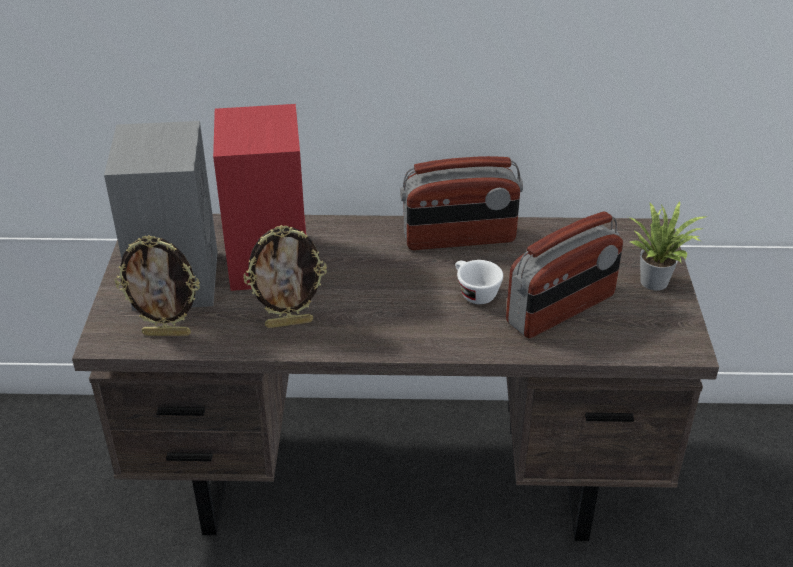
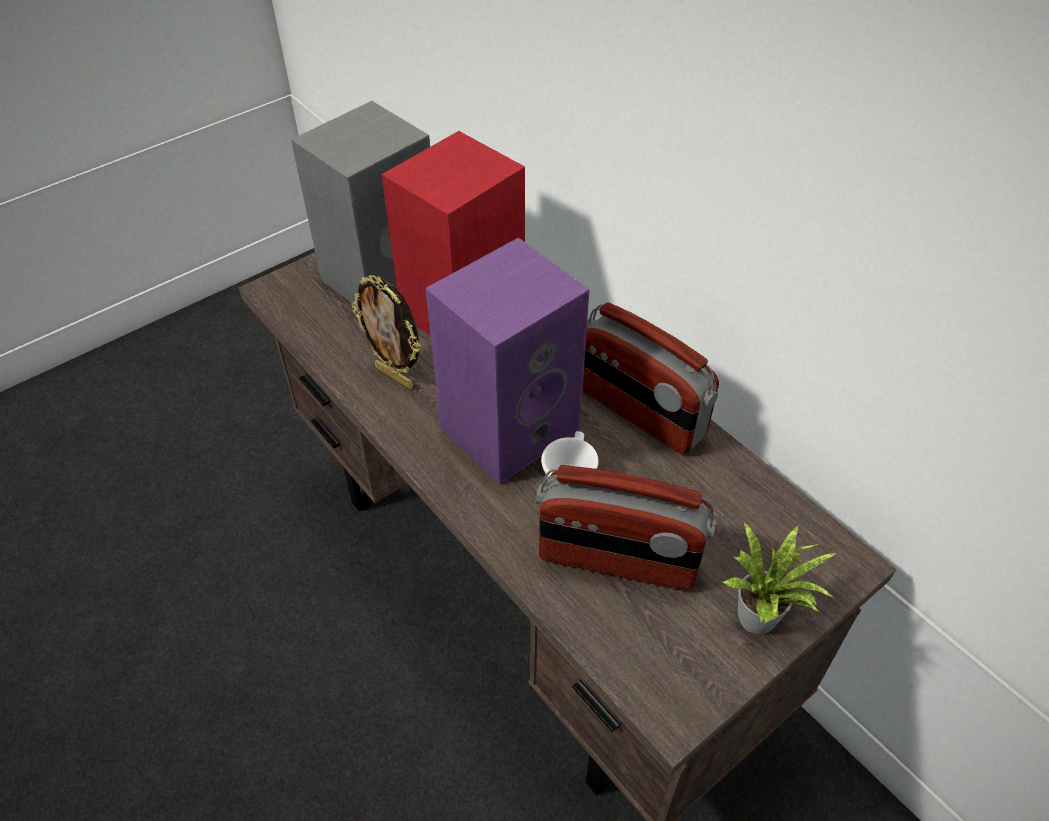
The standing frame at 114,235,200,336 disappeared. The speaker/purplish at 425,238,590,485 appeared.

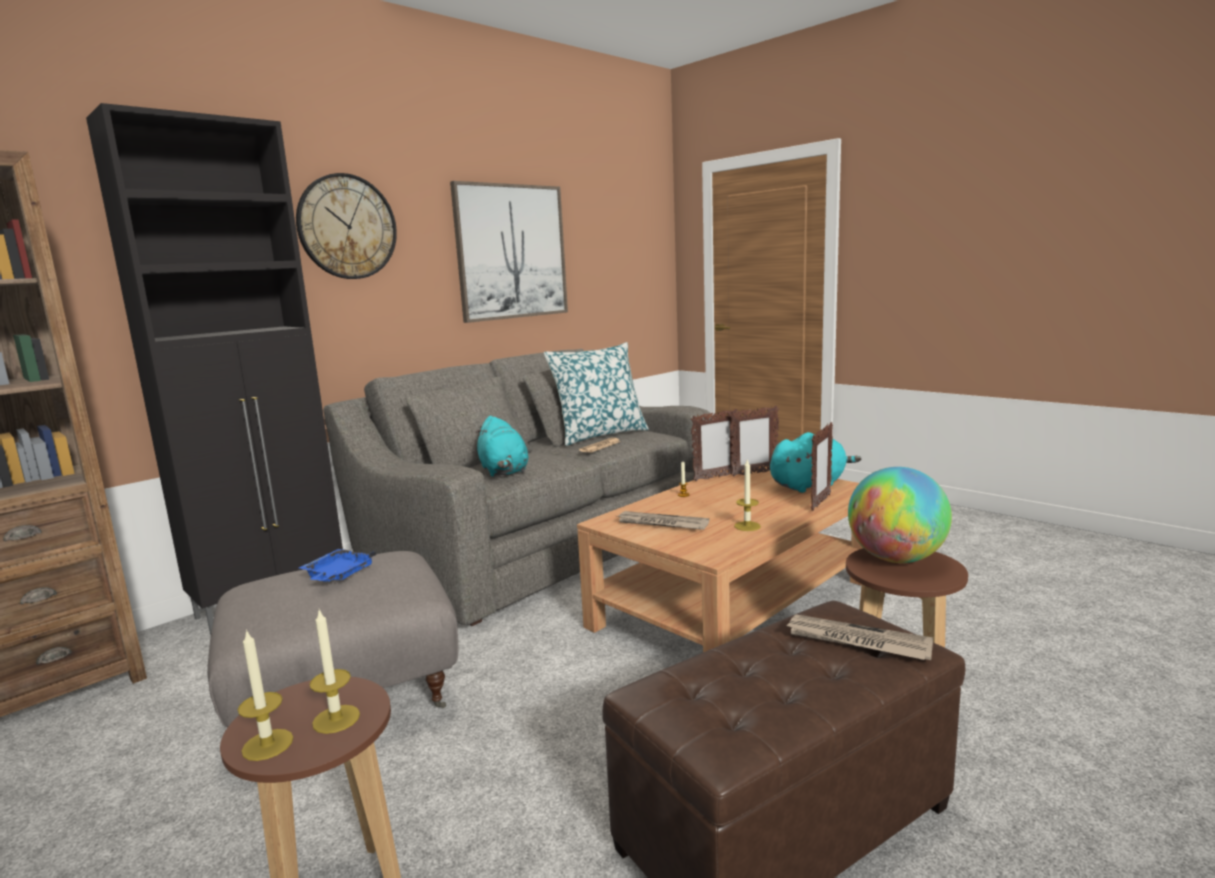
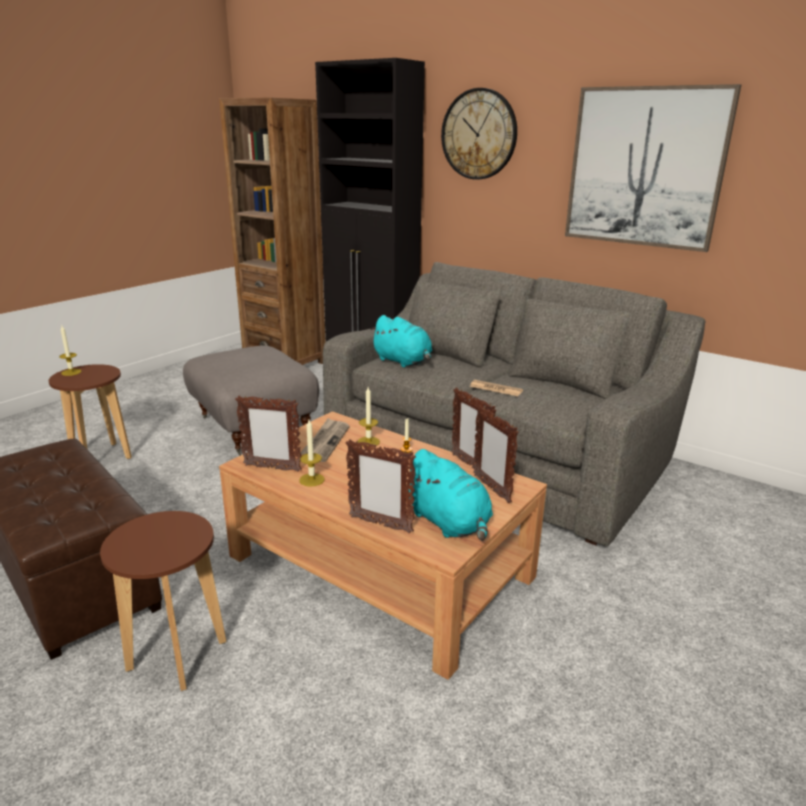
The pillow at 544,342,649,446 disappeared. The cuddly toy/turquoise-coloured at 475,416,528,477 turned 105 degrees counterclockwise. The world globe at 848,467,952,563 disappeared. The tray/blue at 299,549,376,582 disappeared. The wax candle moved from 310,610,360,734 to 358,387,380,446. The printed paper at 785,615,933,660 disappeared. The standing frame at 235,396,302,472 appeared.

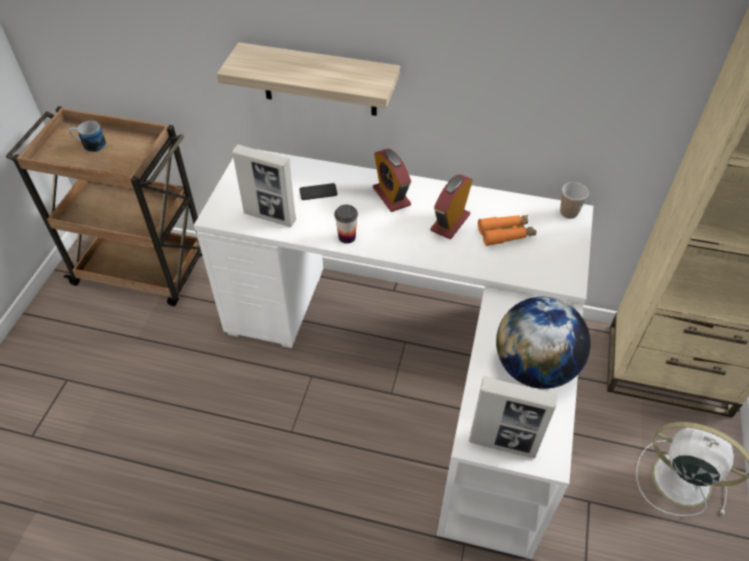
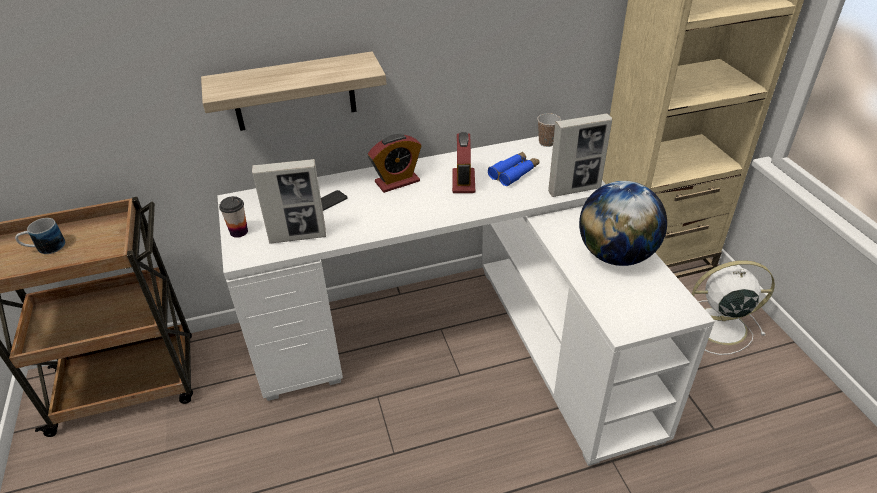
The table clock at 373,149,411,212 turned 60 degrees counterclockwise. The drinking cup moved from 334,205,358,244 to 219,196,248,238. The binoculars/orange at 478,215,536,246 became the binoculars/blue at 488,152,540,186. The standing frame moved from 469,376,558,458 to 548,113,612,197.

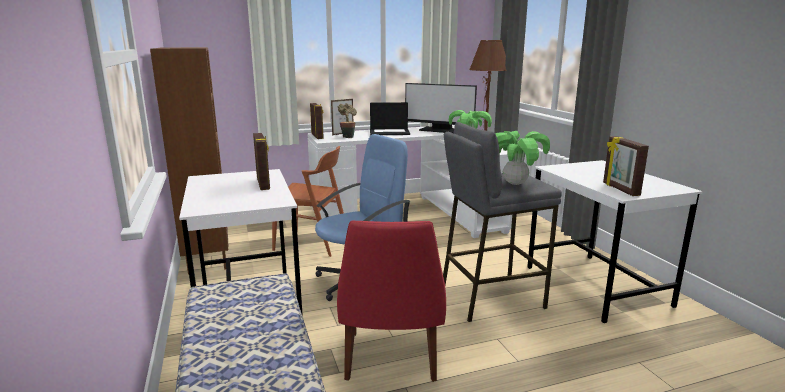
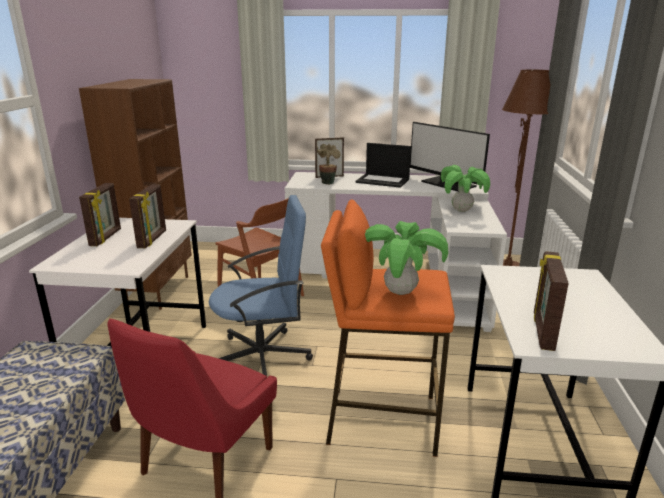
The standing frame moved from 310,103,324,139 to 79,183,121,246. The stool/greyish at 443,122,562,322 became the stool/orange at 321,199,455,457.

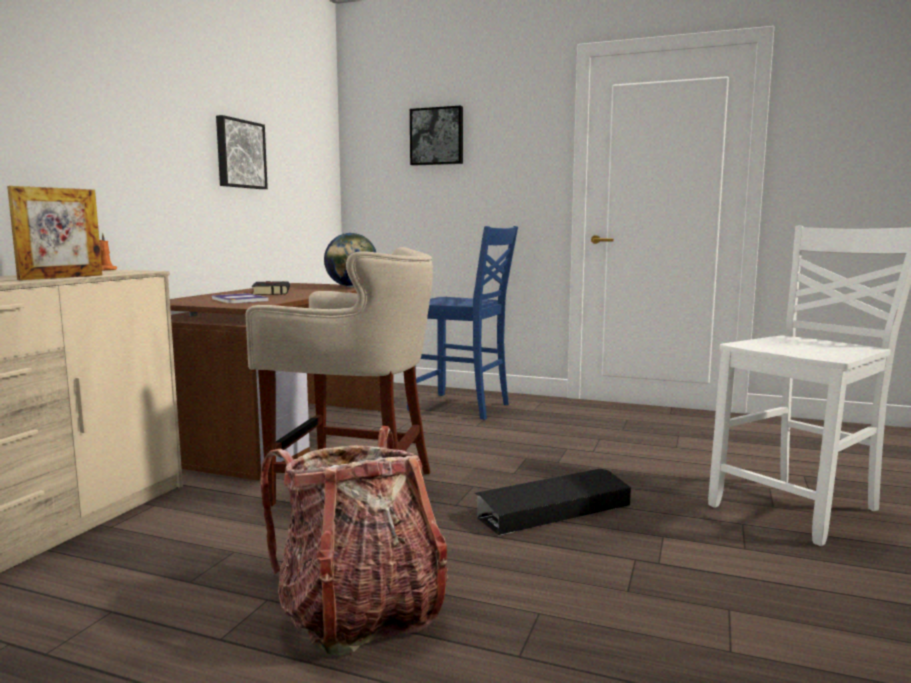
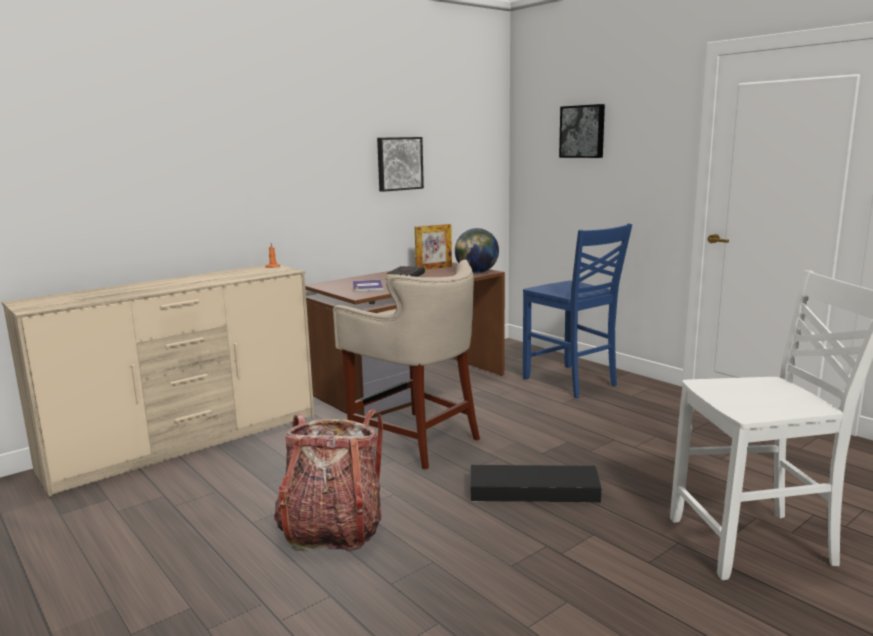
The standing frame moved from 7,186,102,280 to 415,224,452,270.

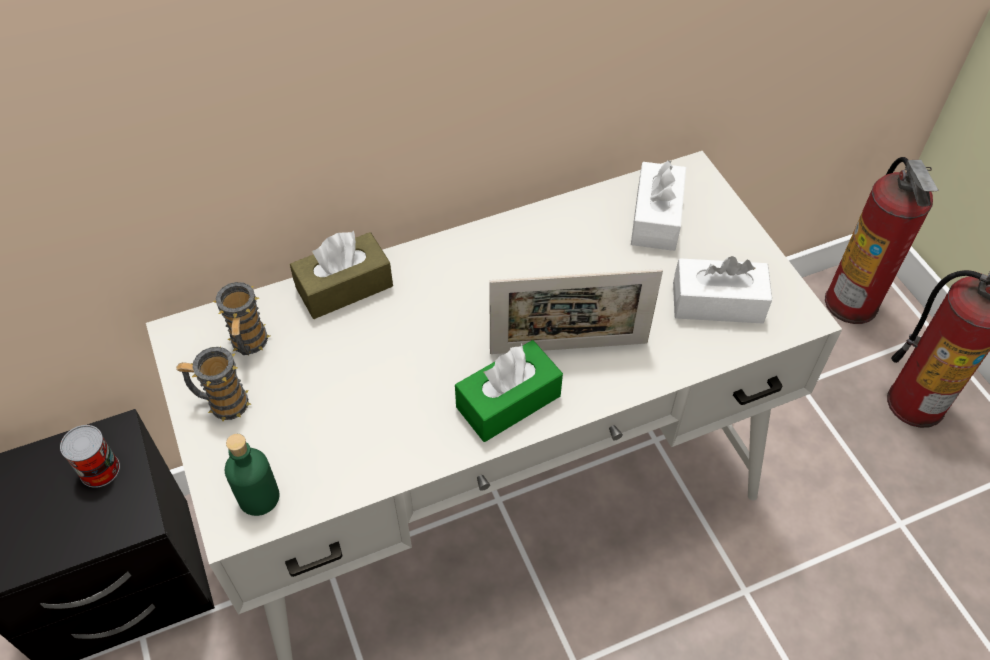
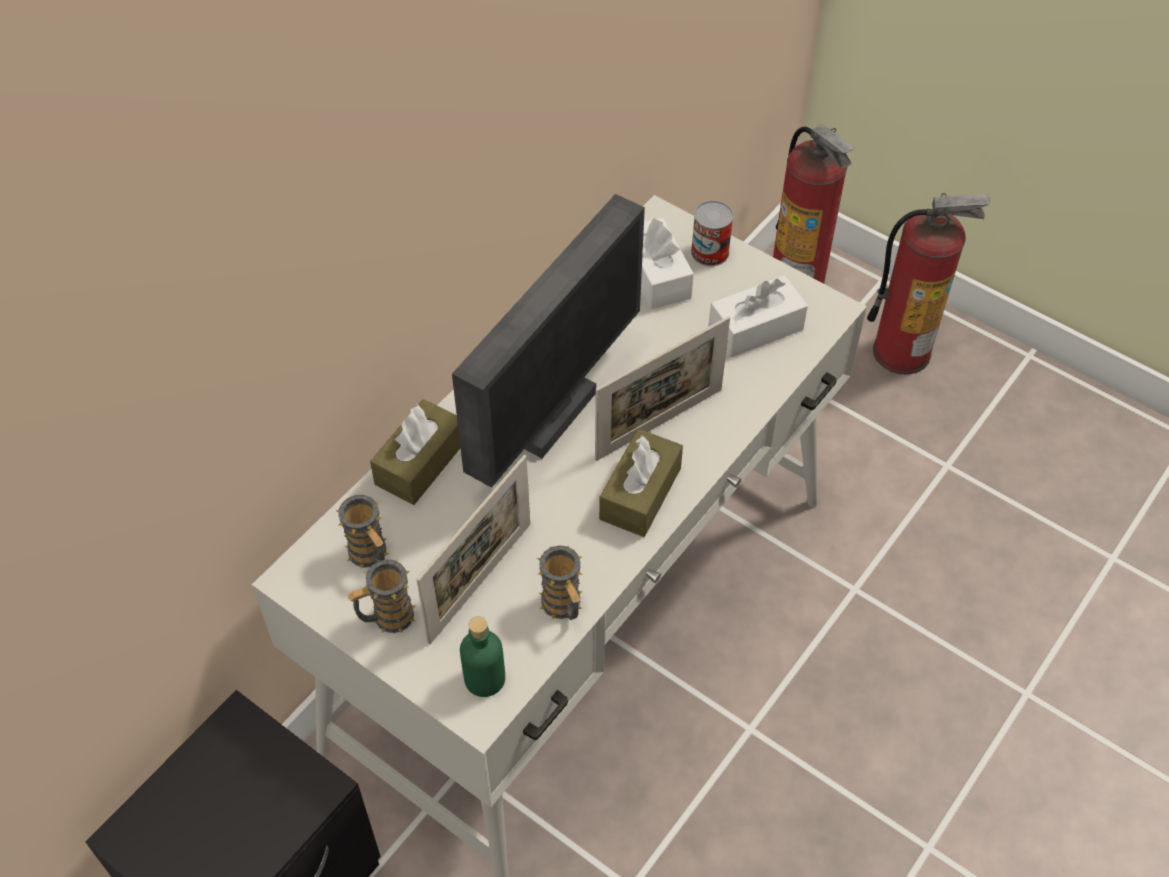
The tissue box/green at 455,340,563,442 became the tissue box/brownish at 599,429,683,537. The can moved from 60,425,120,488 to 691,200,734,266. The monitor at 452,194,645,488 appeared. The standing frame at 416,455,530,644 appeared. The tea mug at 537,545,582,620 appeared.

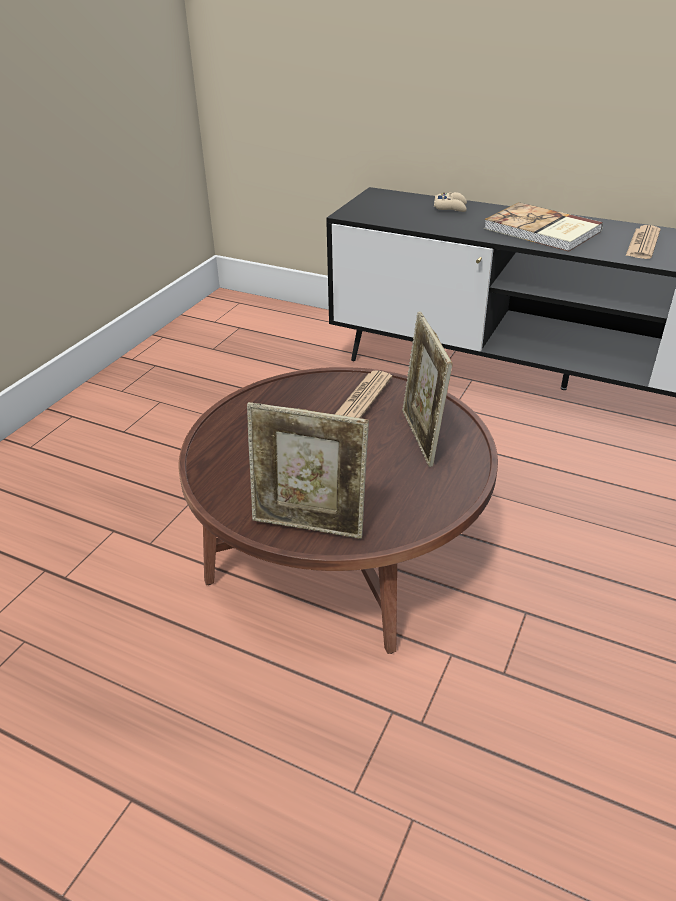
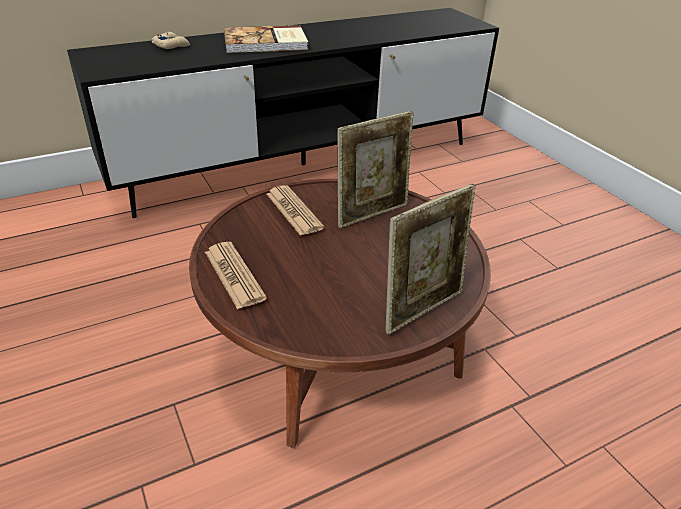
The printed paper moved from 626,225,661,259 to 205,242,267,309. The standing frame at 402,312,453,467 turned 60 degrees counterclockwise.

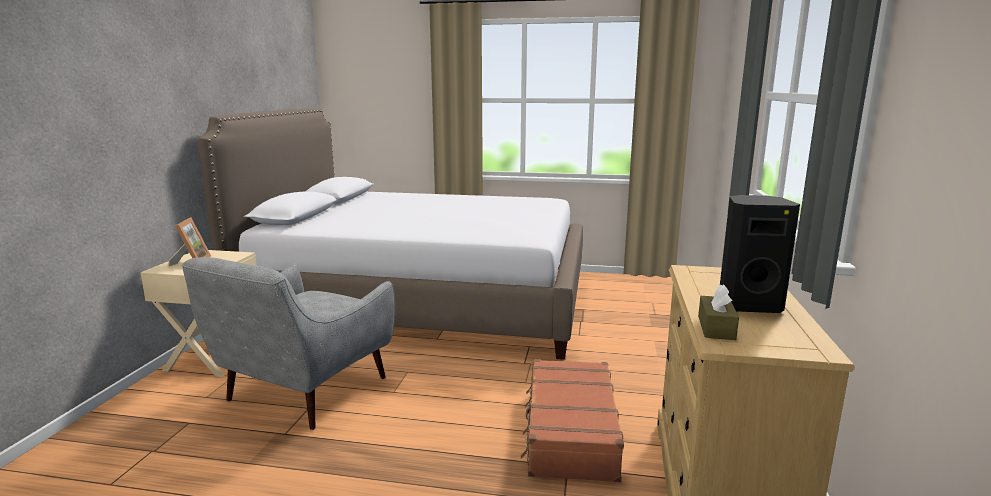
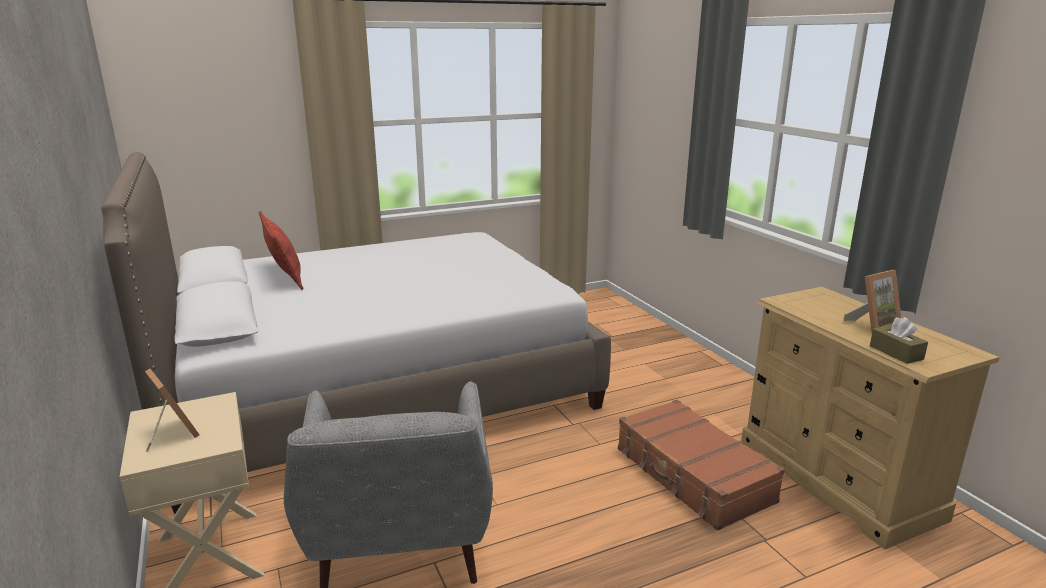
The speaker/blackish at 720,195,800,313 was replaced by the standing frame at 843,270,901,332. The pillow at 259,211,304,290 appeared.

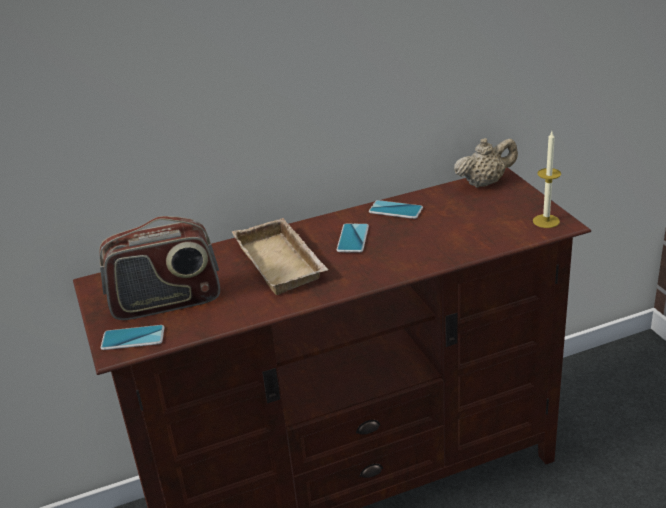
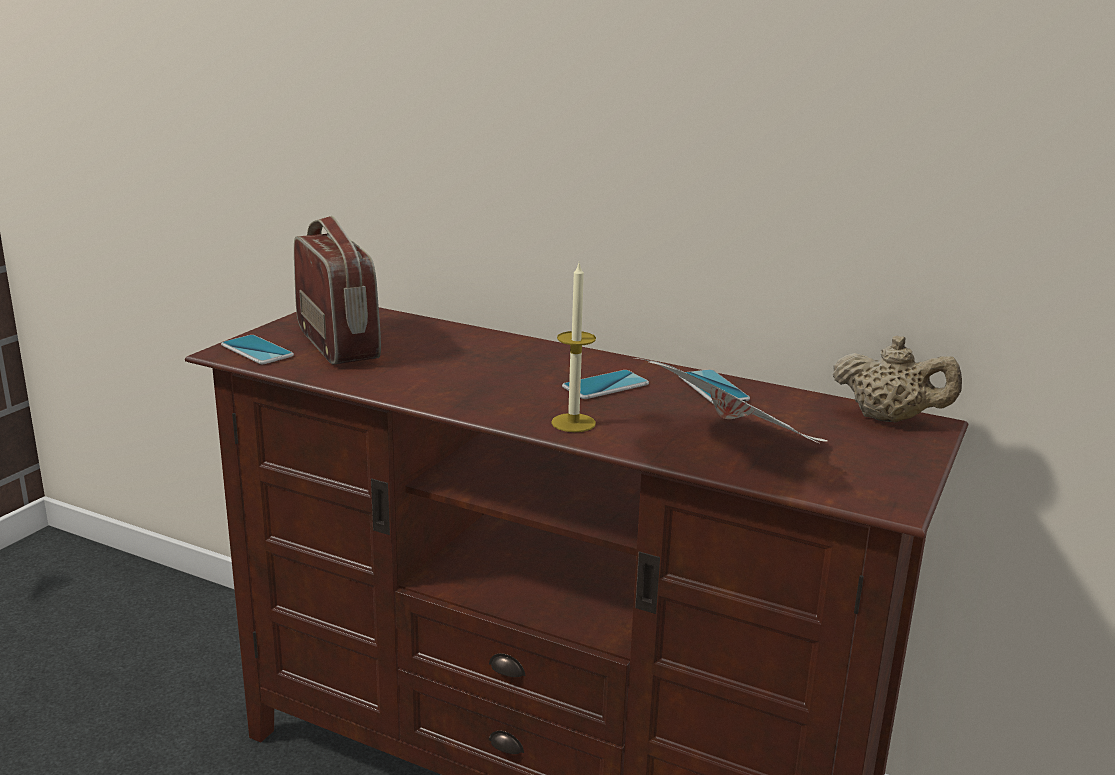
The wax candle moved from 533,132,561,228 to 551,263,596,432. The radio receiver at 99,216,220,320 turned 150 degrees counterclockwise. The tray/beige-coloured at 232,218,329,295 disappeared. The printed paper at 634,358,828,444 appeared.

